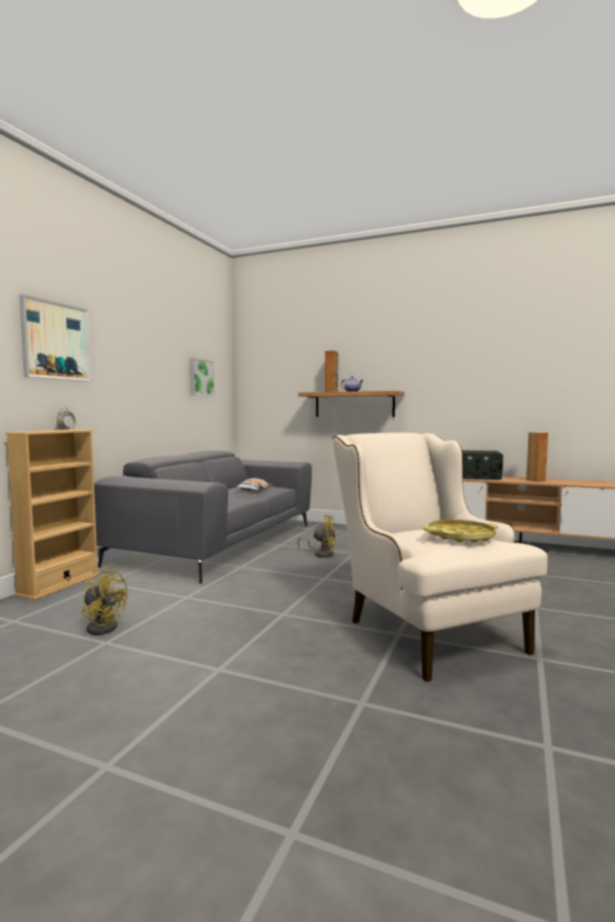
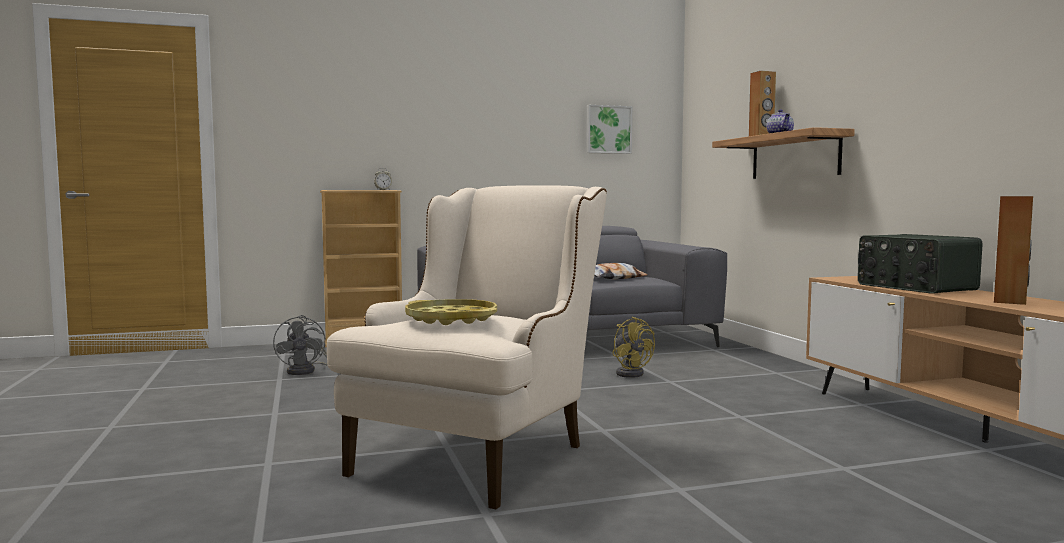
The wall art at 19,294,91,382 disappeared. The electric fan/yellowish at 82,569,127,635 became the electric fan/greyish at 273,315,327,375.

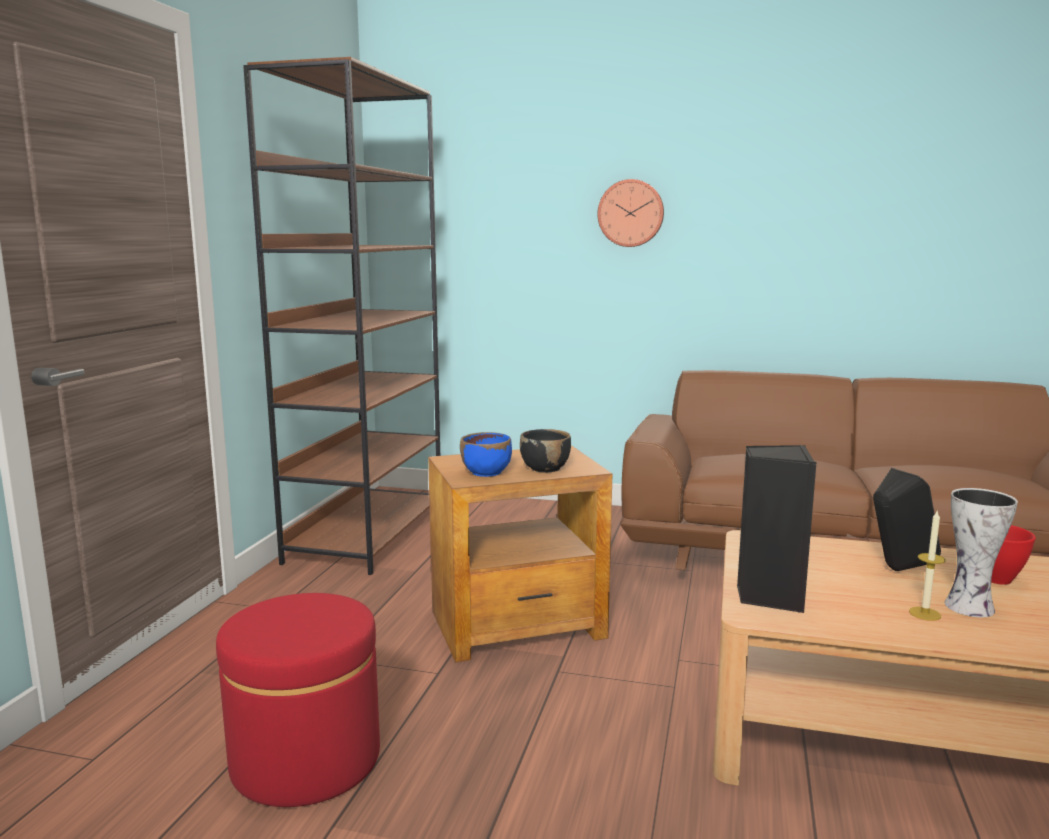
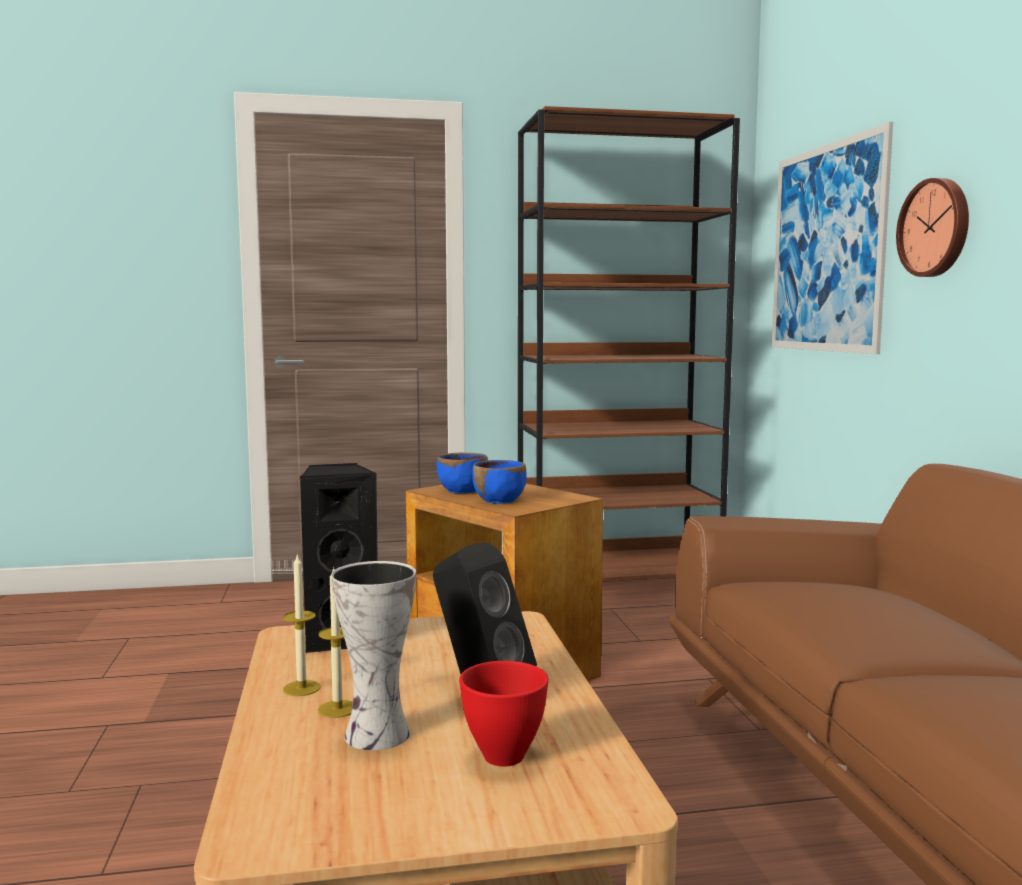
The deep dish/blackish at 520,429,571,473 became the deep dish/blue at 472,460,527,504. The ottoman/reddish at 216,593,380,807 disappeared. The wall art at 772,122,893,354 appeared. The wax candle at 283,553,321,696 appeared.

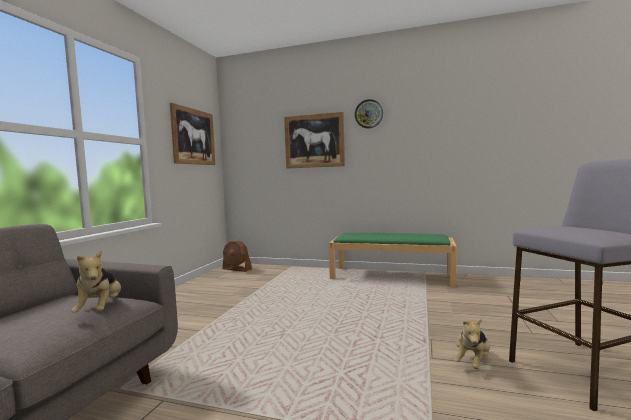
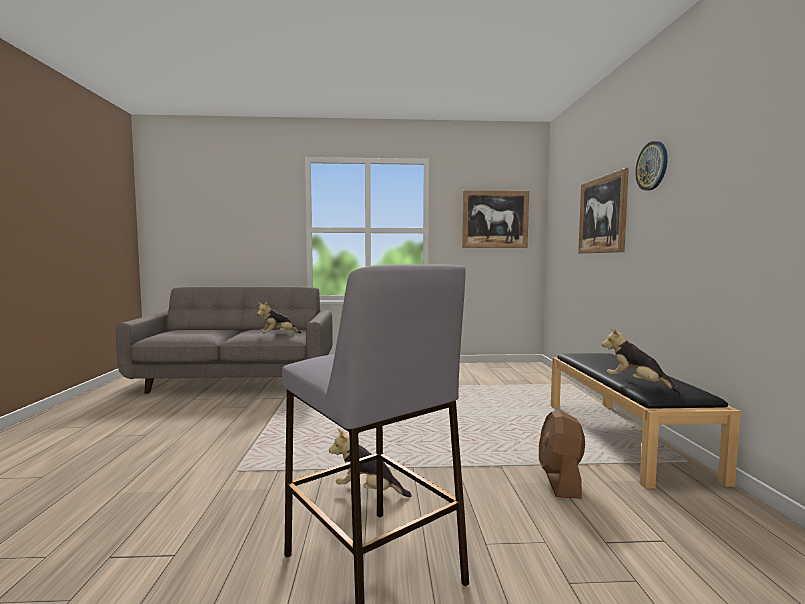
The long seat/green at 329,233,457,287 became the long seat/blackish at 551,353,741,489. The electric fan/brownish moved from 222,240,252,272 to 539,410,585,499. The cuddly toy at 602,328,682,393 appeared.

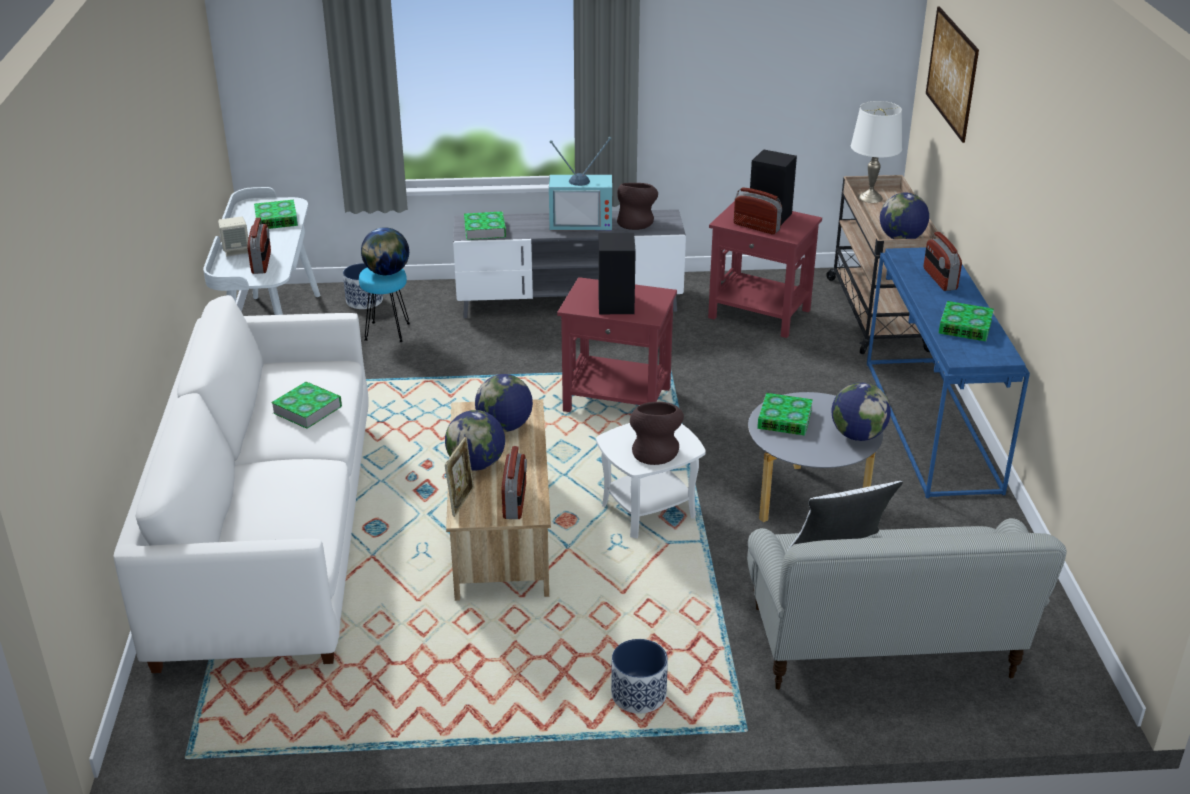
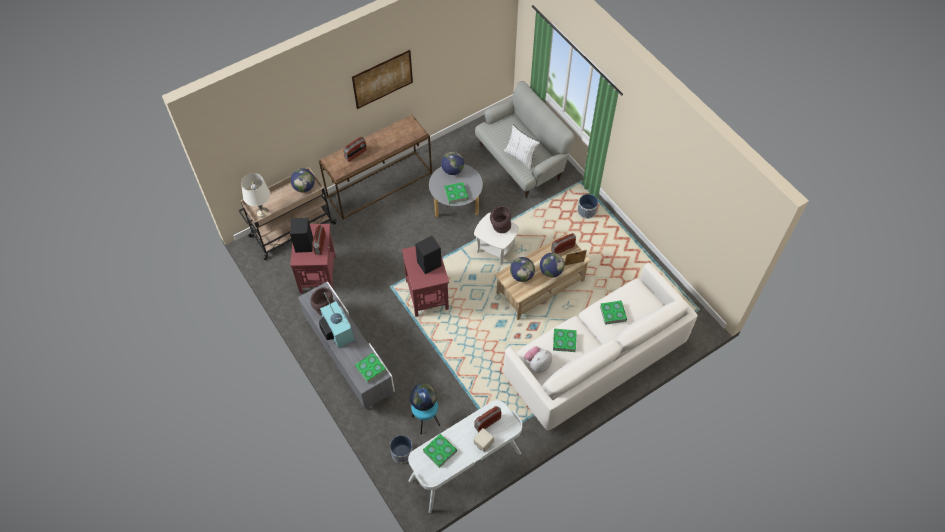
The wall art moved from 926,6,979,143 to 352,50,413,109. The console table/blue at 867,247,1030,498 became the console table/brownish at 319,115,432,219. The book moved from 939,301,994,341 to 600,300,627,325. The cuddly toy at 524,346,552,373 appeared.

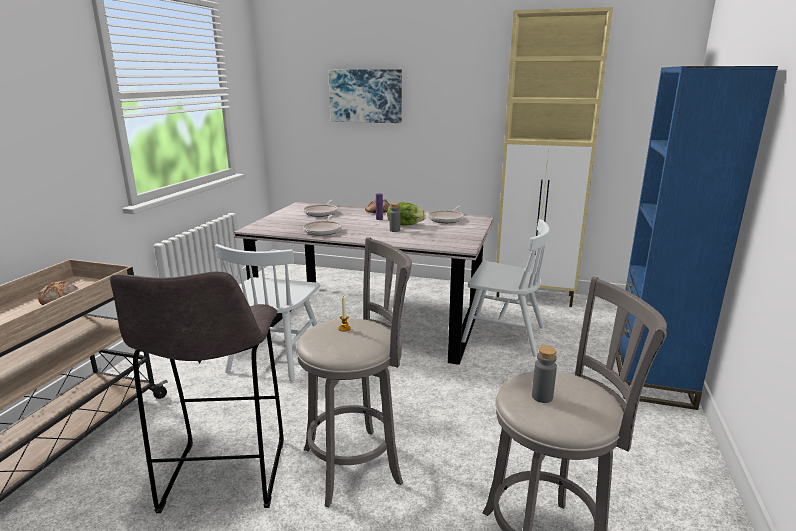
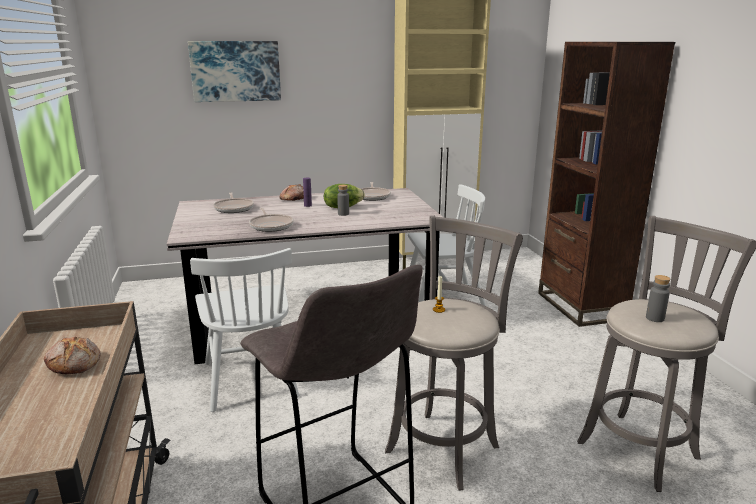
The bookcase/blue at 616,66,778,410 became the bookcase/brownish at 538,42,675,327.

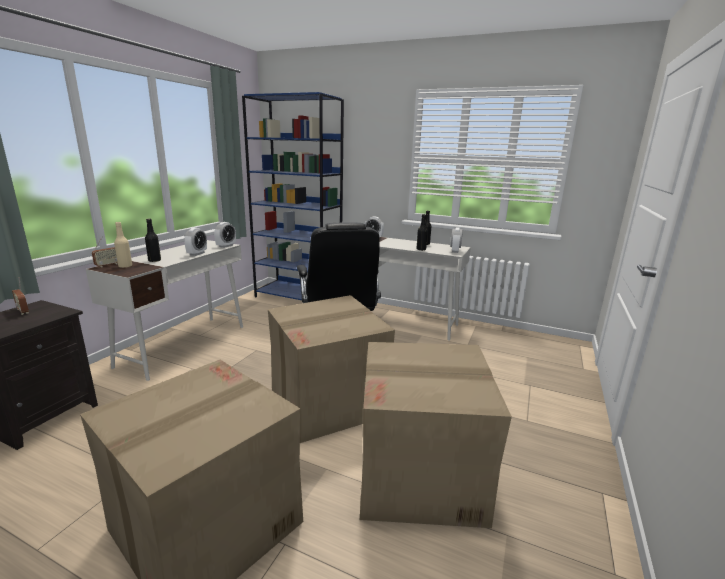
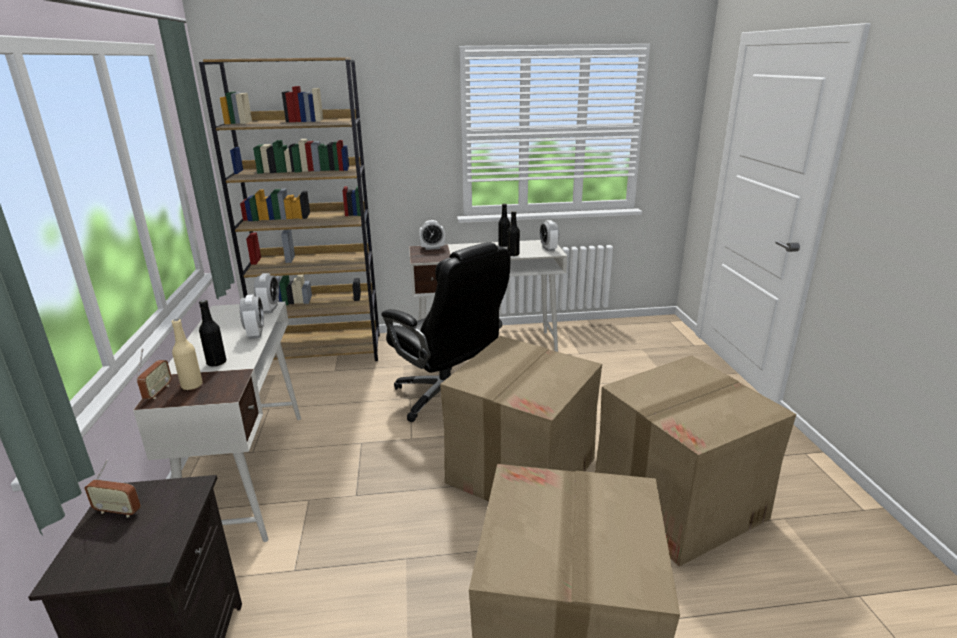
The bookcase/blue at 242,92,344,300 became the bookcase/brownish at 199,57,380,361.

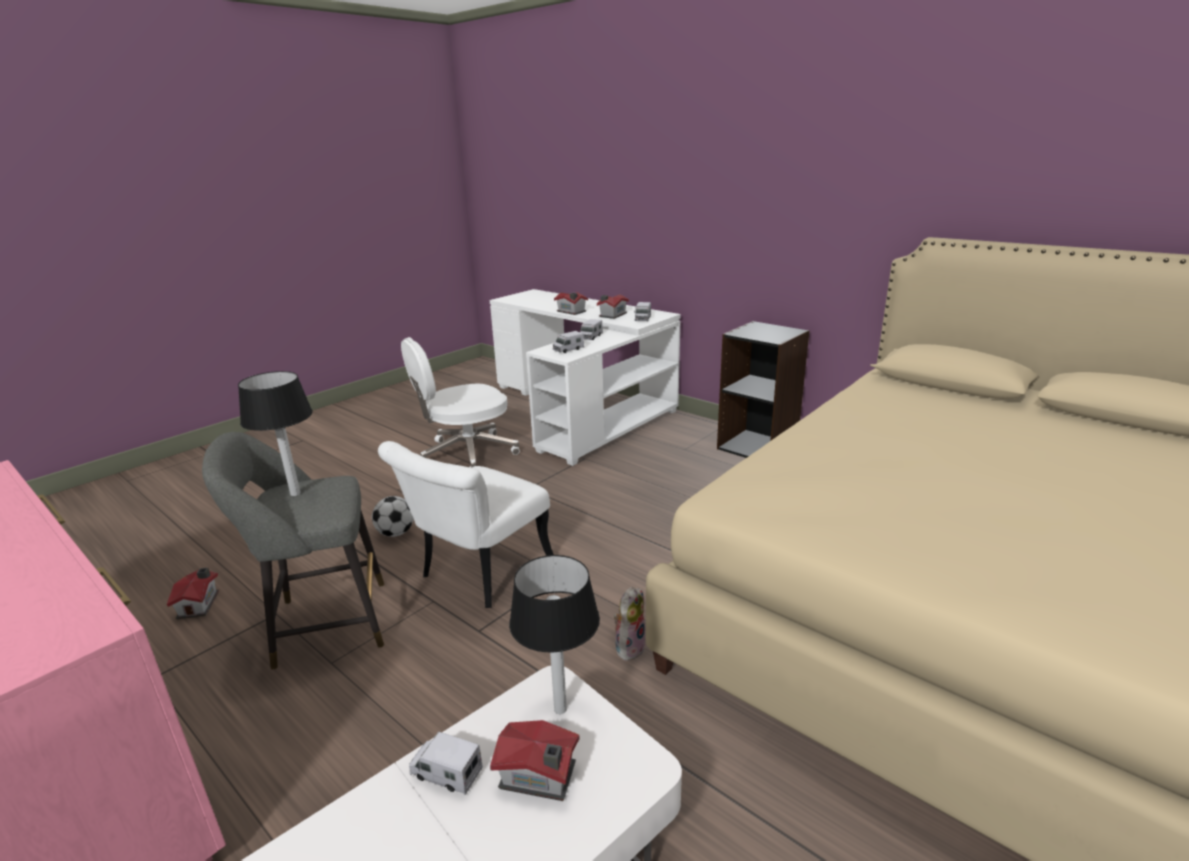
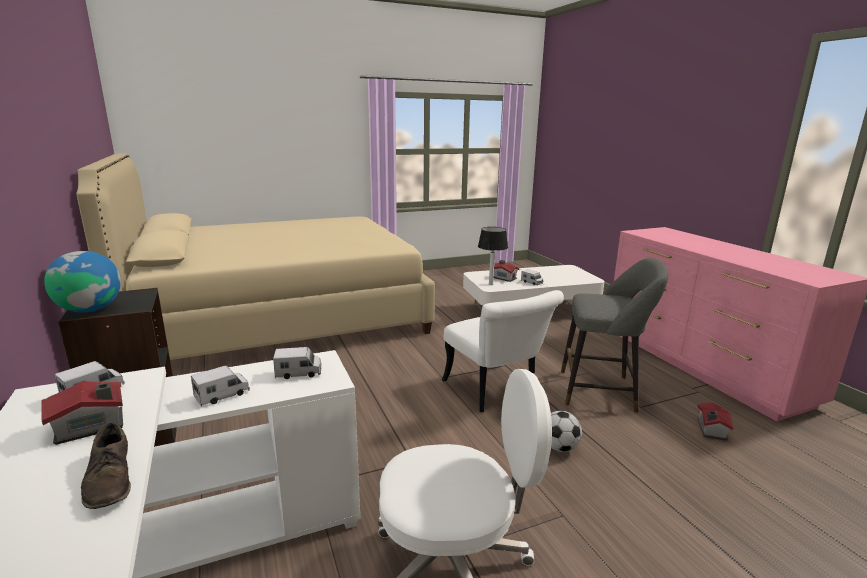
The miniature house at 554,292,588,315 was replaced by the shoe/brownish at 81,423,131,509. The table lamp at 238,371,313,496 disappeared. The upright chair/white at 378,441,554,608 turned 90 degrees clockwise. The cuddly toy at 613,587,646,661 disappeared. The world globe at 44,251,121,312 appeared.

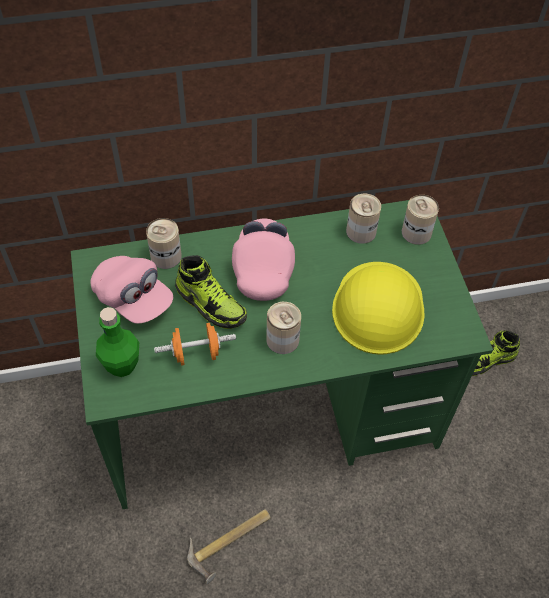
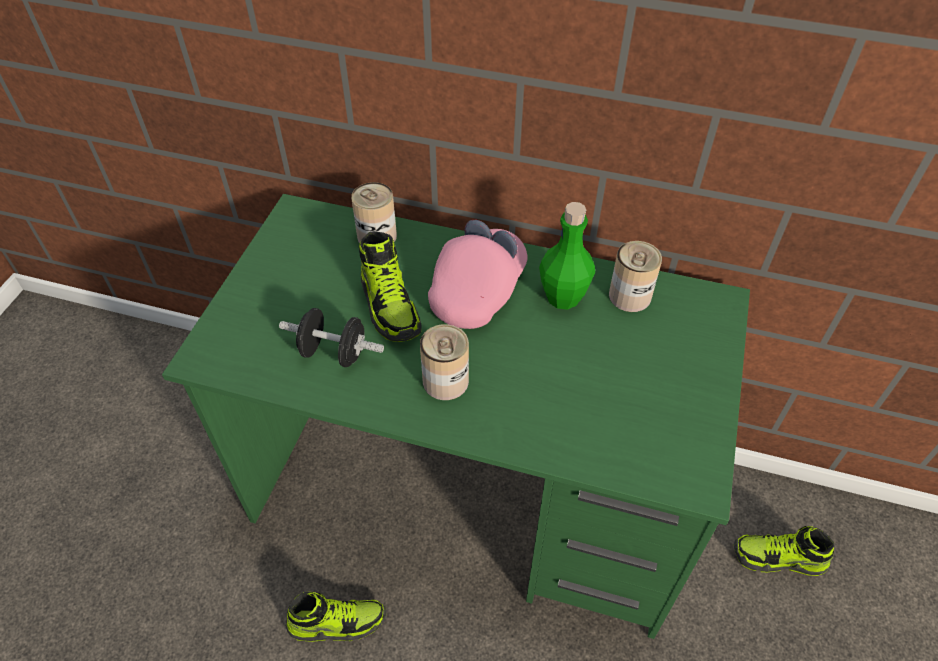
The can at 402,195,439,245 disappeared. The peaked cap/pink at 90,256,173,324 disappeared. The safety helmet/yellowish at 332,262,425,354 disappeared. The bottle/green moved from 96,307,139,377 to 539,202,595,310. The hand weight/orange at 154,323,236,366 became the hand weight/blackish at 279,308,384,367. The tool hammer at 187,509,271,584 was replaced by the shoe at 286,592,386,642.

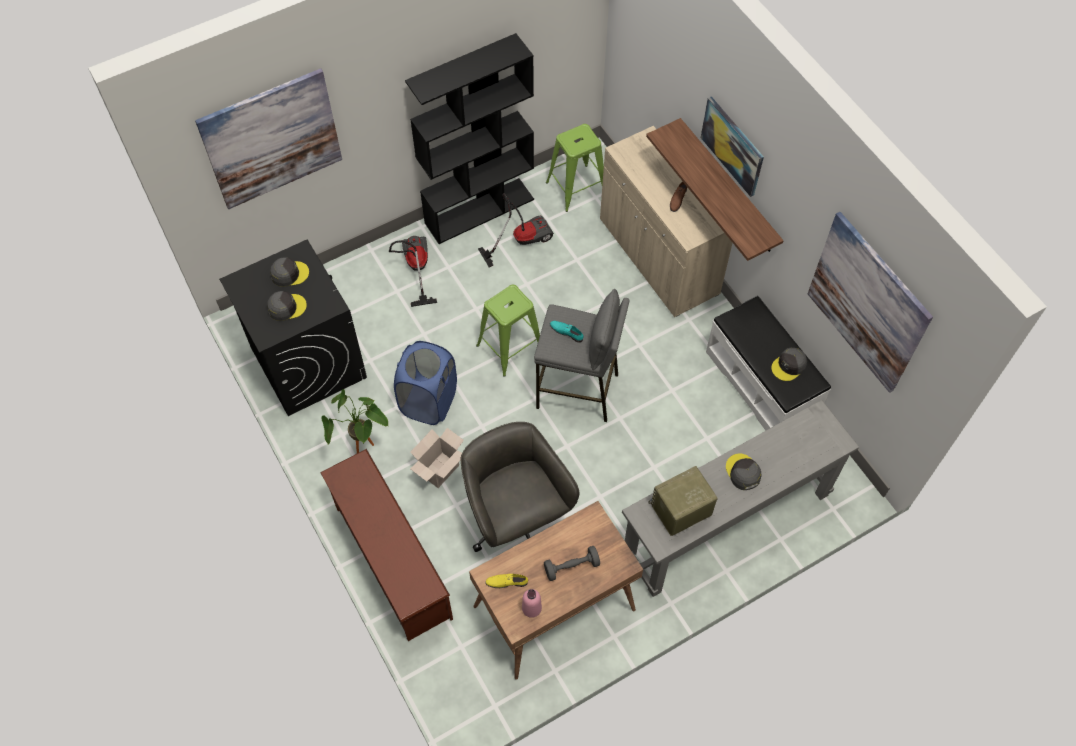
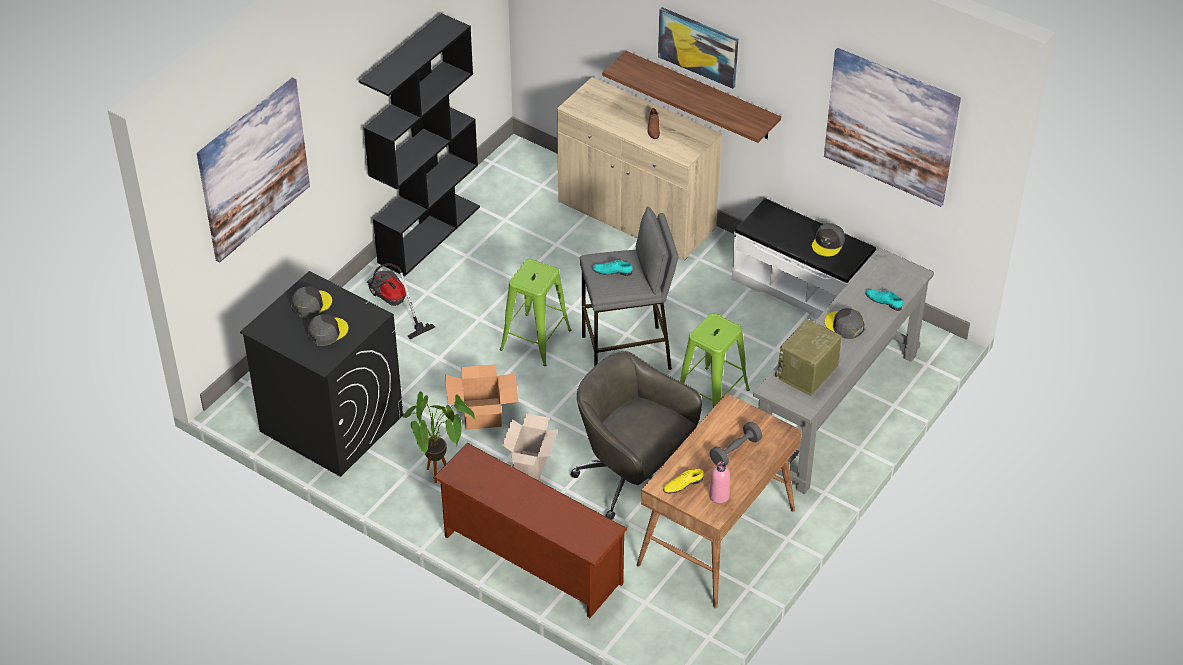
The stool/green moved from 546,124,604,212 to 680,313,750,408. The vacuum cleaner at 478,193,554,268 disappeared. The washing basket/blue at 394,341,457,425 was replaced by the cardboard box at 445,364,519,430. The shoe/turquoise-coloured at 865,289,903,311 appeared.

